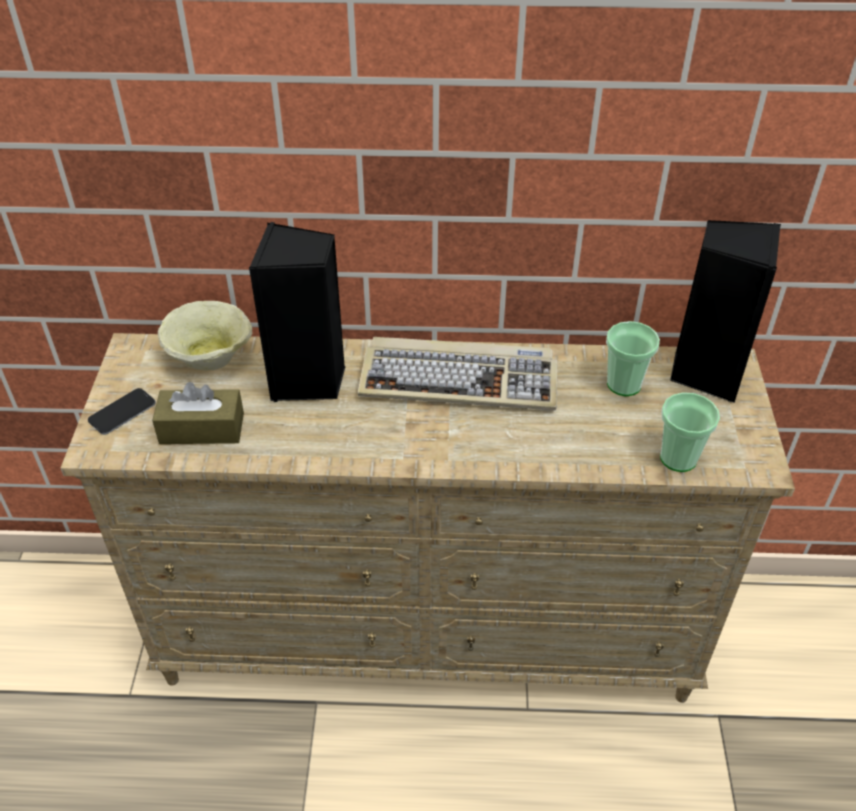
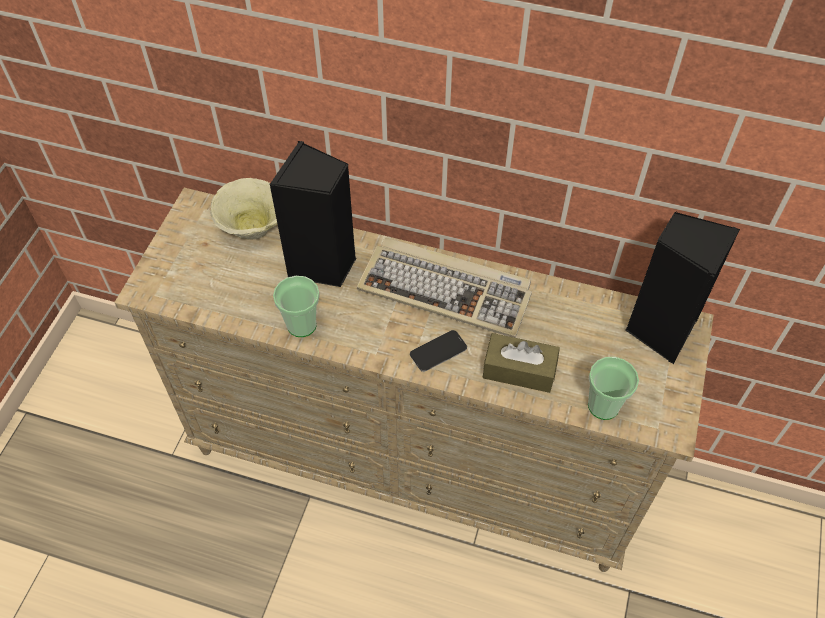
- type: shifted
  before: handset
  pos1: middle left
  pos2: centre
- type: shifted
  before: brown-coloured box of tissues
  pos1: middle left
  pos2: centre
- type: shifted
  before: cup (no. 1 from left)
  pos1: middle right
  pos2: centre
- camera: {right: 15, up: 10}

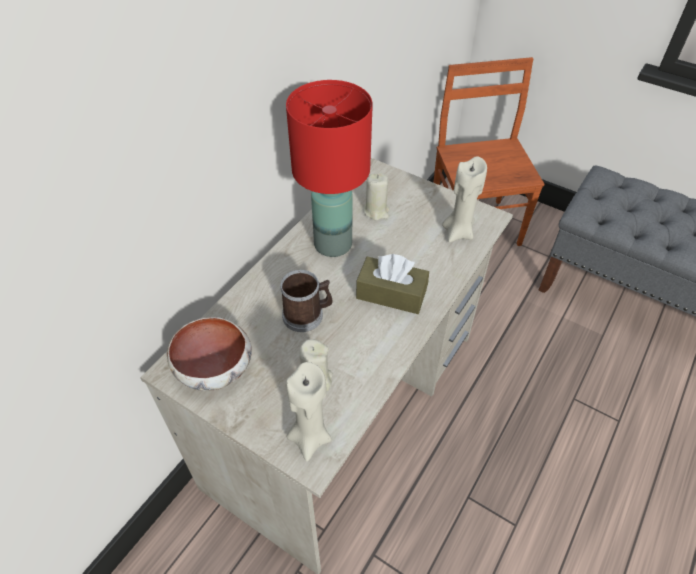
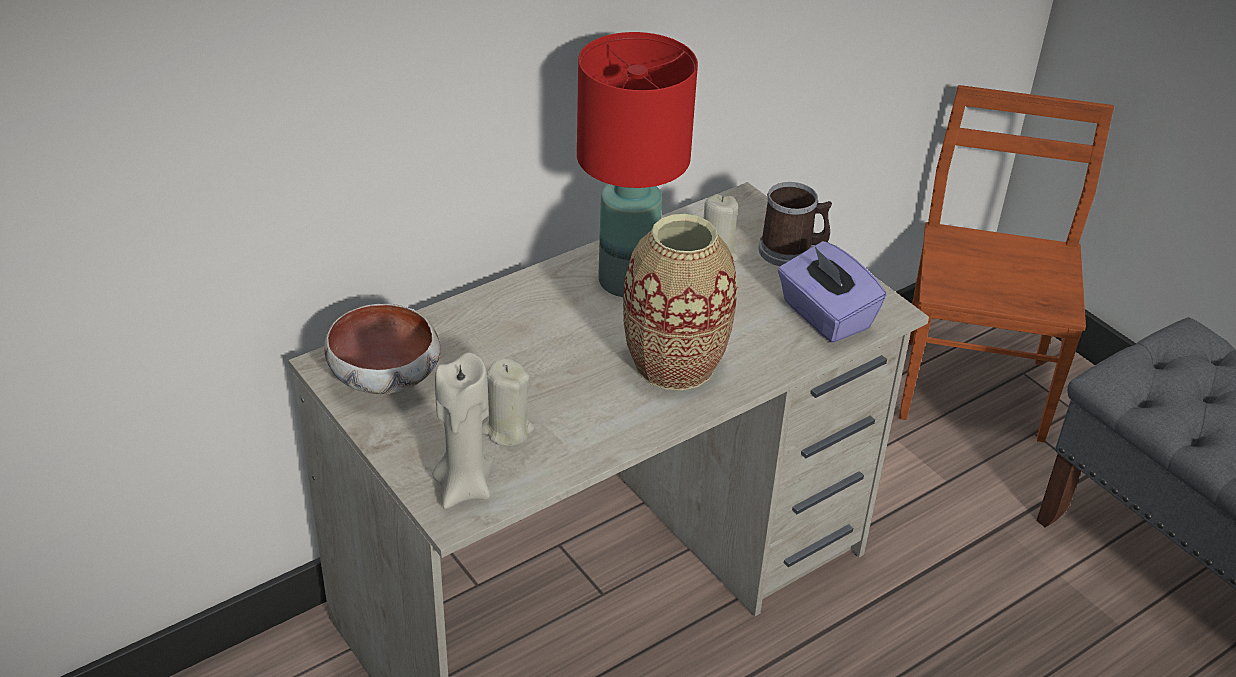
- type: shifted
  before: coffee mug
  pos1: centre
  pos2: top centre
- type: swapped
  before: brown-coloured box of tissues
  after: vase
  pos1: centre
  pos2: centre
- type: swapped
  before: beige-coloured candle (no. 4 from left)
  after: purple box of tissues
  pos1: middle right
  pos2: middle right
- camera: {right: 20, up: -10}

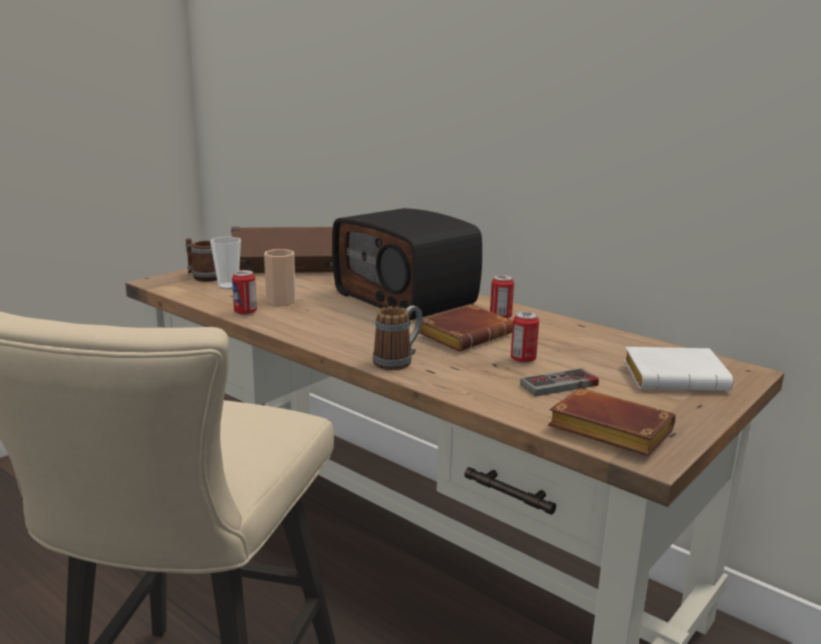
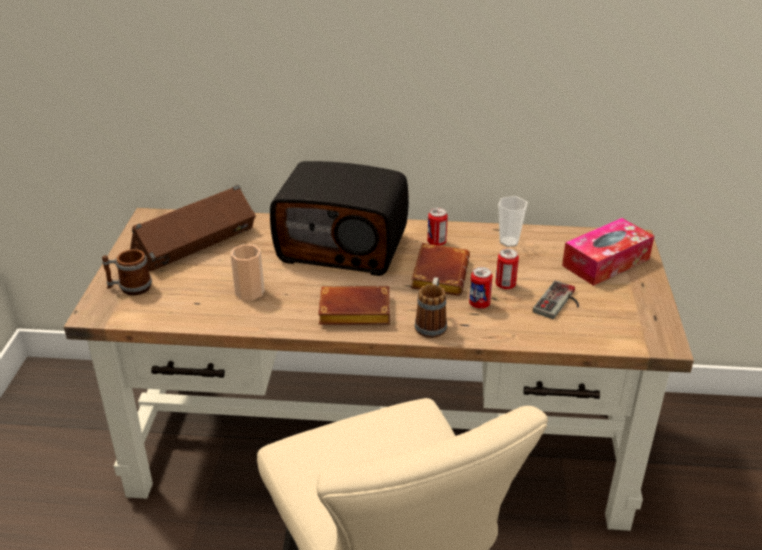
- type: shifted
  before: cup (no. 1 from left in the first image)
  after: cup (no. 2 from left)
  pos1: middle left
  pos2: middle right
- type: shifted
  before: can (no. 1 from left in the first image)
  after: can (no. 2 from left)
  pos1: middle left
  pos2: centre
- type: shifted
  before: brown-coloured volume (no. 2 from left in the first image)
  after: brown-coloured volume (no. 1 from left)
  pos1: middle right
  pos2: centre
- type: swapped
  before: whitish volume
  after: box of tissues
  pos1: middle right
  pos2: middle right
- camera: {right: -35, up: 15}

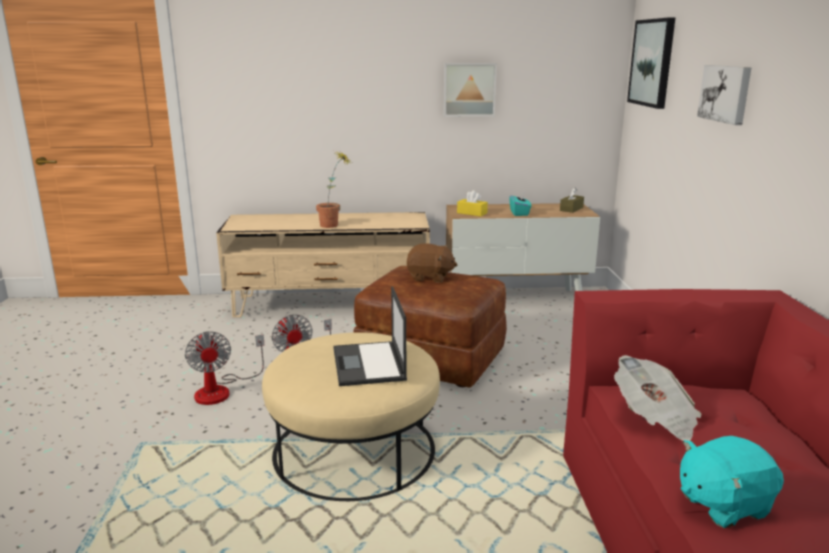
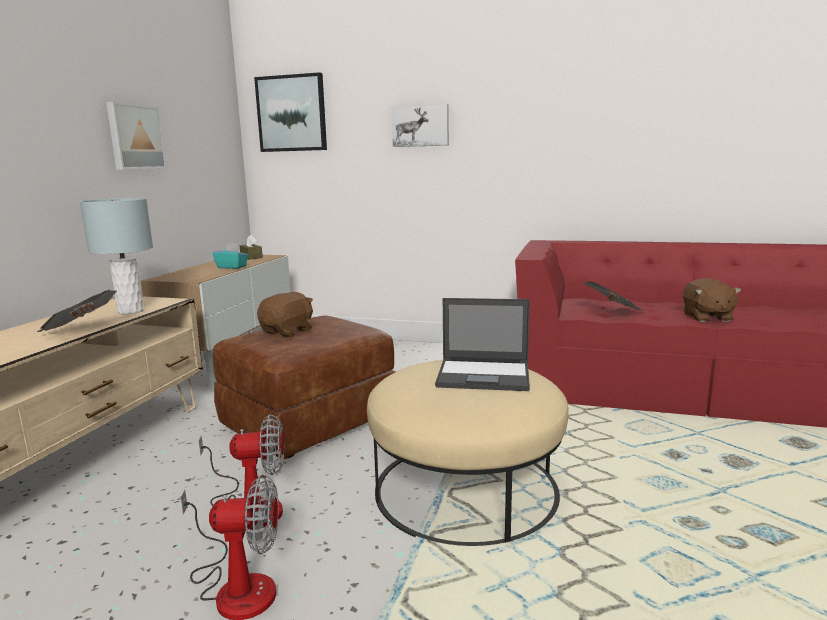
- type: gone
  before: yellow box of tissues
  pos1: centre
- type: new
  after: greyish table lamp
  pos2: middle left
- type: swapped
  before: plant in a pot
  after: daily paper (no. 1 from left)
  pos1: centre
  pos2: middle left
- type: repainted
  before: blue-green plush toy
  after: brown-coloured plush toy (no. 2 from left)
  pos1: bottom right
  pos2: middle right
- camera: {right: -70, up: -5}

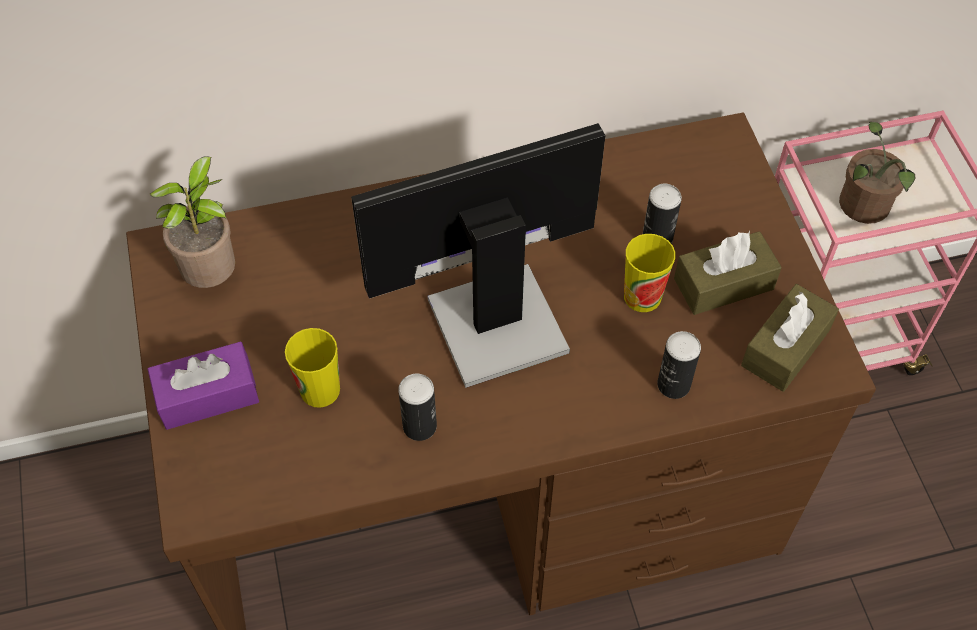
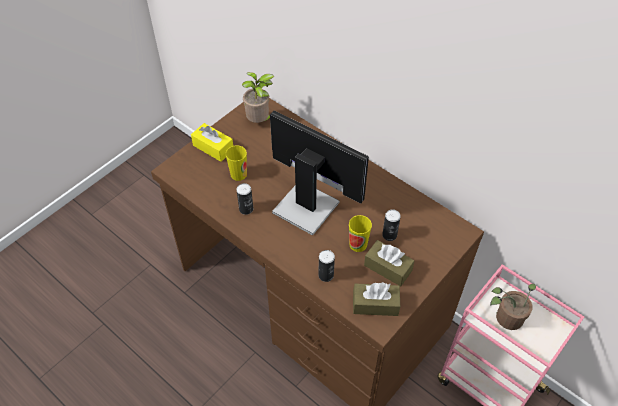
- type: repainted
  before: purple box of tissues
  after: yellow box of tissues
  pos1: middle left
  pos2: centre
- camera: {right: 55, up: -5}

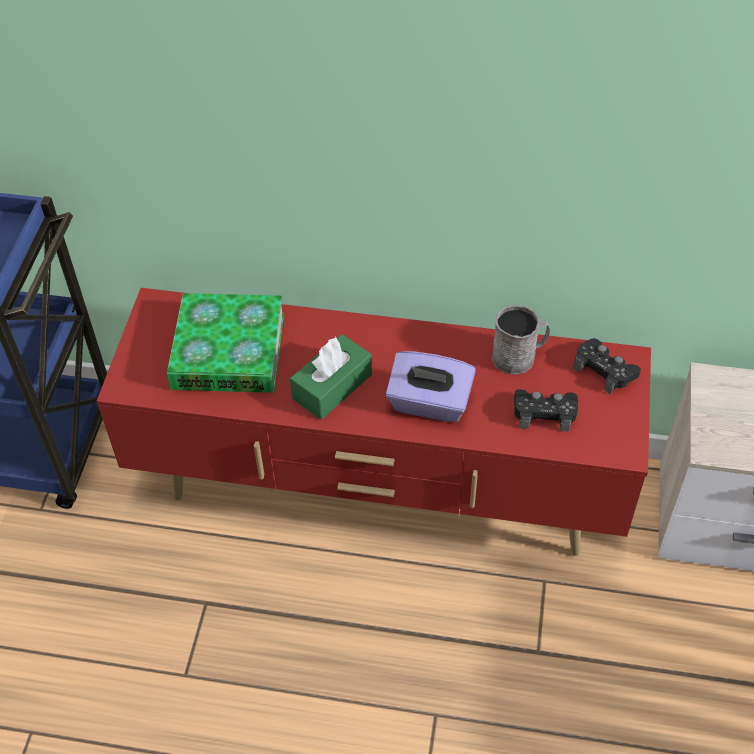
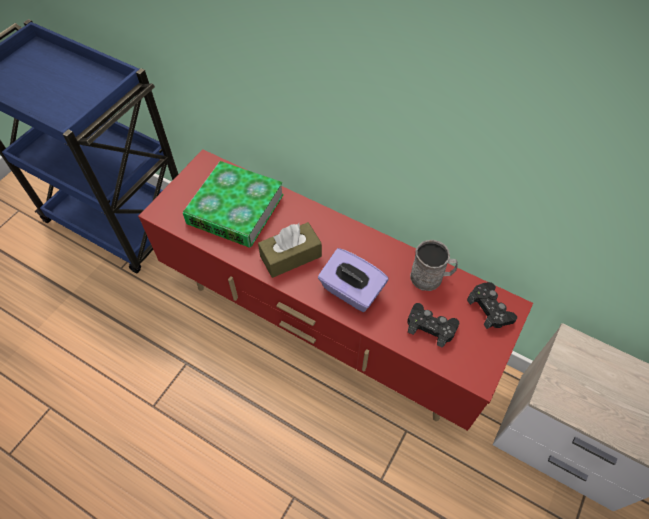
- type: repainted
  before: green-coloured box of tissues
  after: brown-coloured box of tissues
  pos1: centre
  pos2: centre
- camera: {right: 20, up: 5}

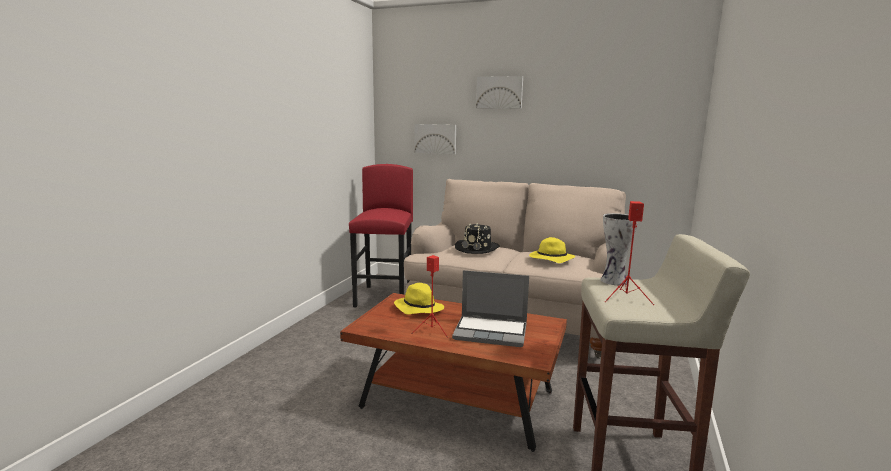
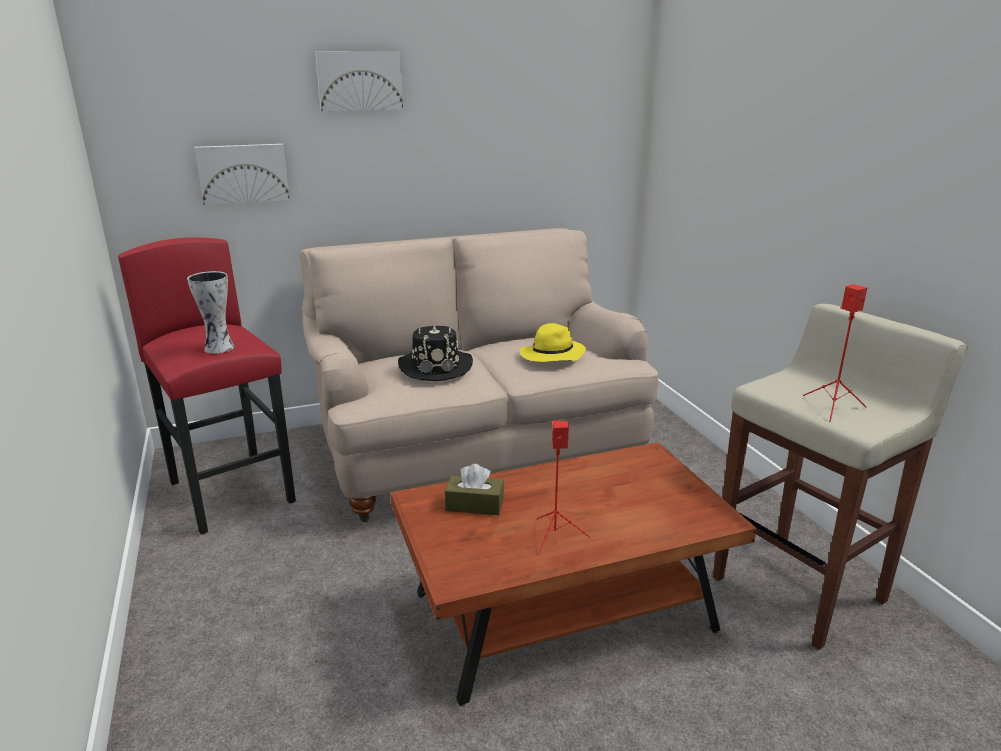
- type: gone
  before: notebook computer
  pos1: centre
- type: shifted
  before: vase
  pos1: middle right
  pos2: middle left
- type: swapped
  before: yellow clothing hat (no. 1 from left)
  after: brown-coloured box of tissues
  pos1: centre
  pos2: centre
- camera: {right: -40, up: 10}

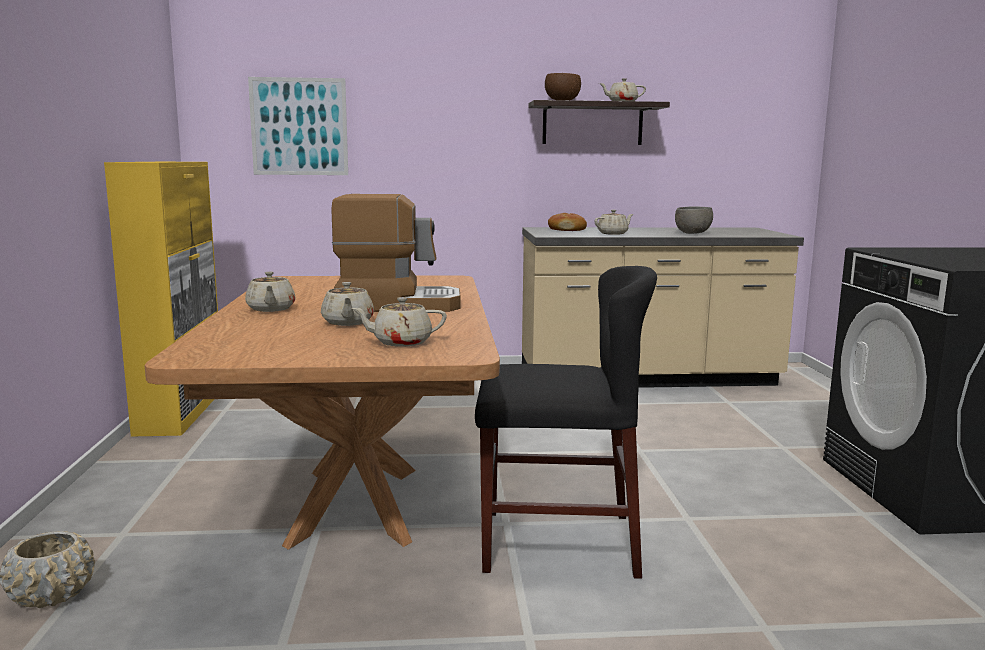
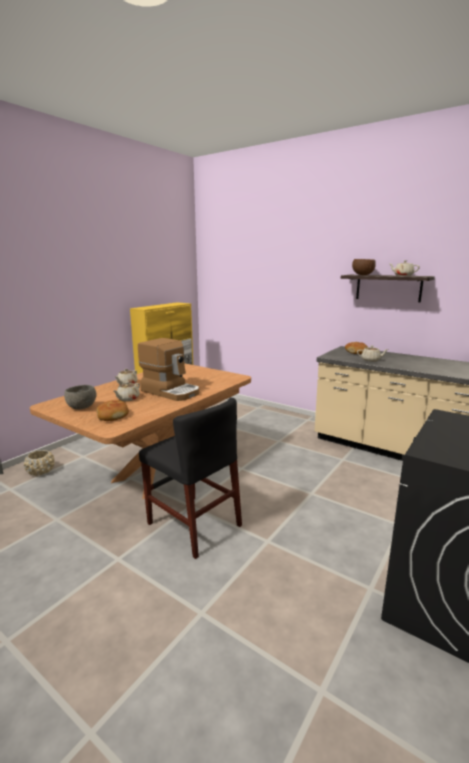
- type: gone
  before: wall picture
  pos1: top left
- type: shifted
  before: greyish deep dish
  pos1: middle right
  pos2: middle left
- type: swapped
  before: beige-coloured pot for tea (no. 3 from left)
  after: bakery bread (no. 1 from left)
  pos1: centre
  pos2: middle left
- camera: {right: 40, up: 5}

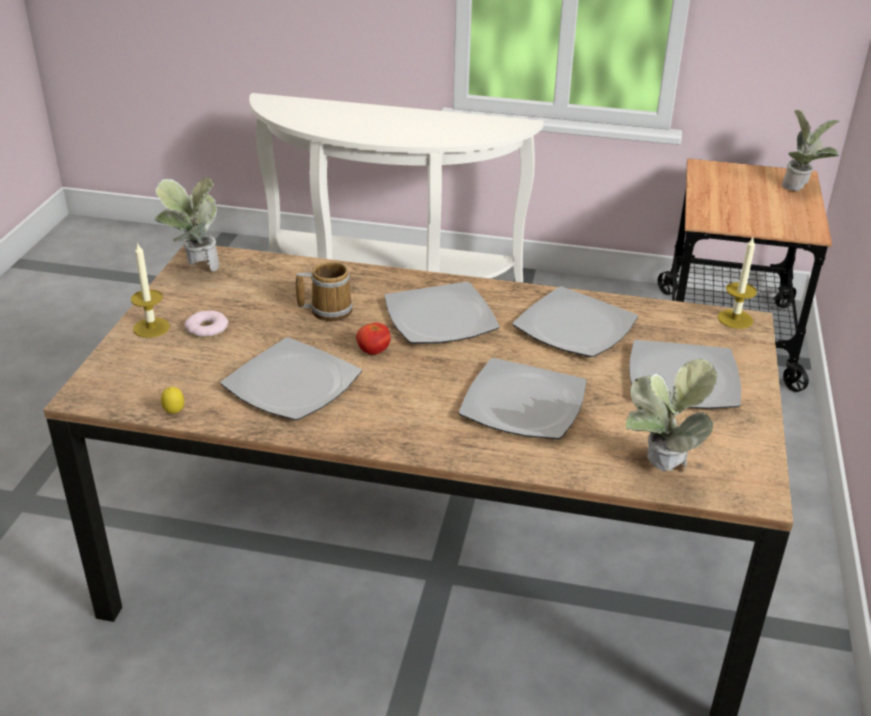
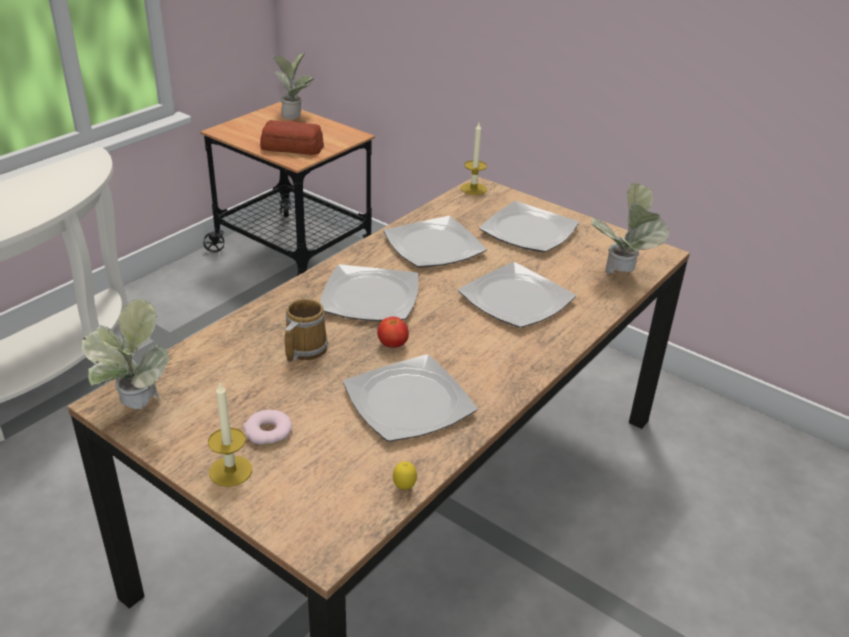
- type: new
  after: bakery bread
  pos2: top centre
- camera: {right: -65, up: 0}

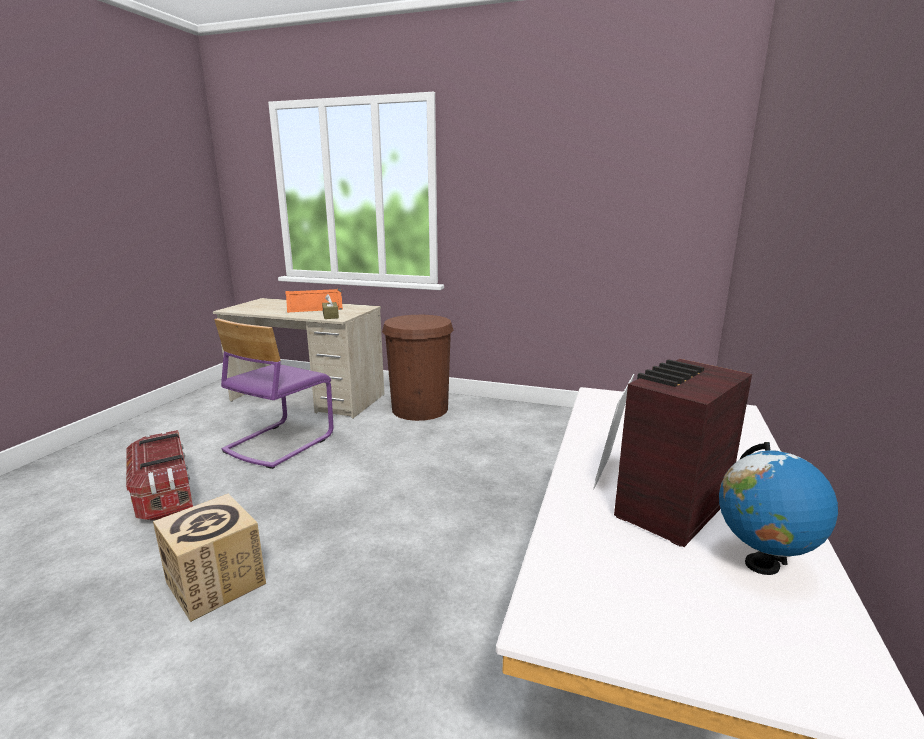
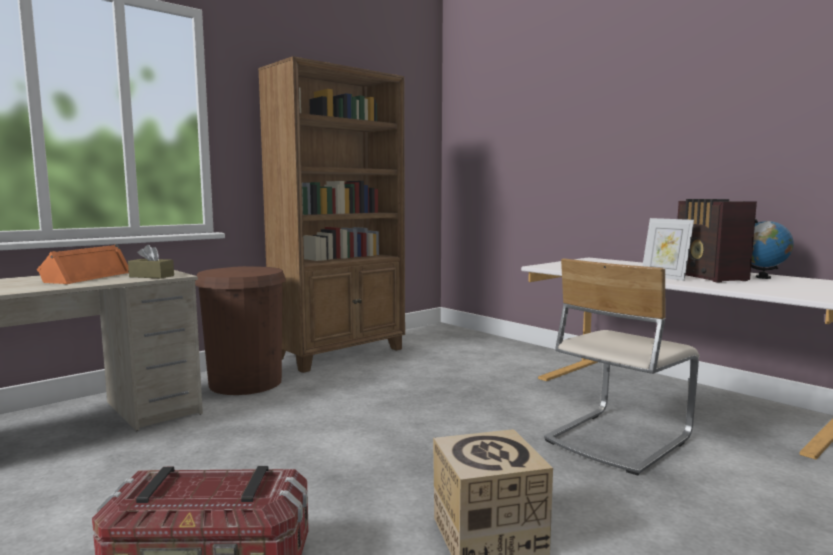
- type: gone
  before: purple chair
  pos1: middle left
- type: new
  after: brown-coloured shelving unit
  pos2: centre
- type: new
  after: beige-coloured chair
  pos2: middle right
- camera: {right: -60, up: -10}

